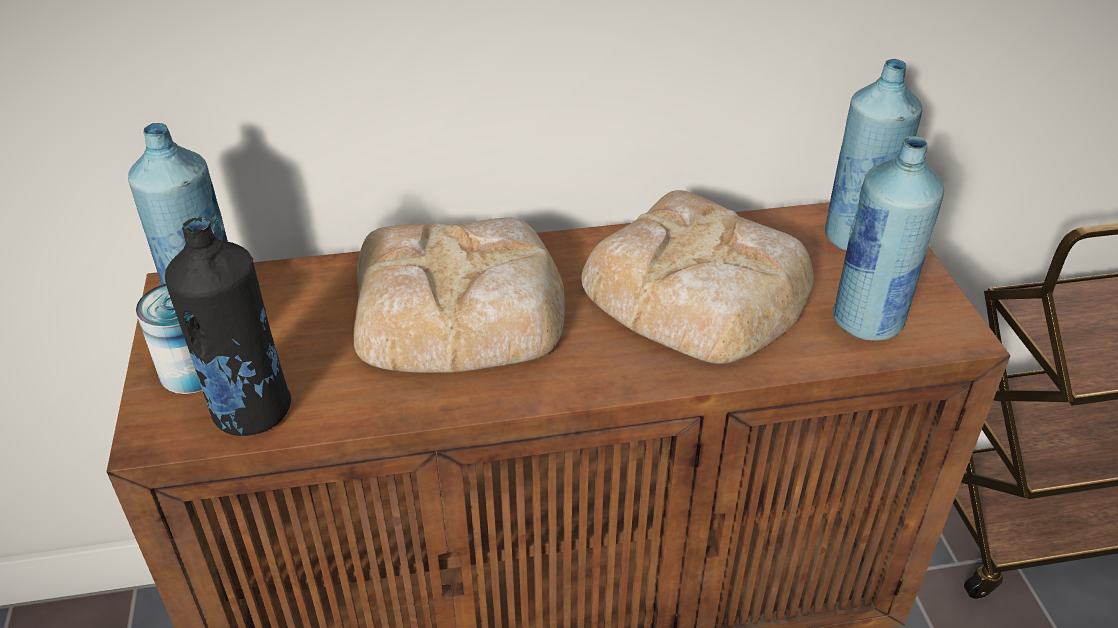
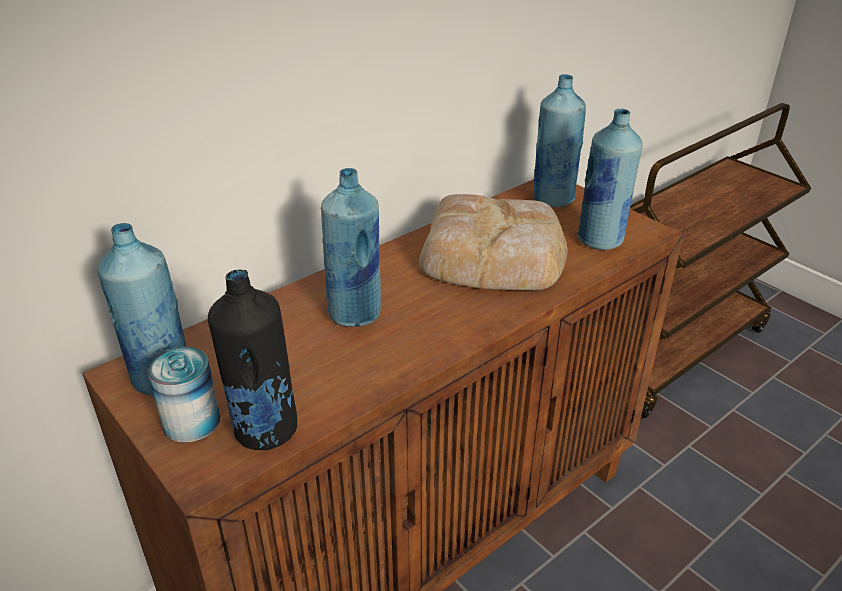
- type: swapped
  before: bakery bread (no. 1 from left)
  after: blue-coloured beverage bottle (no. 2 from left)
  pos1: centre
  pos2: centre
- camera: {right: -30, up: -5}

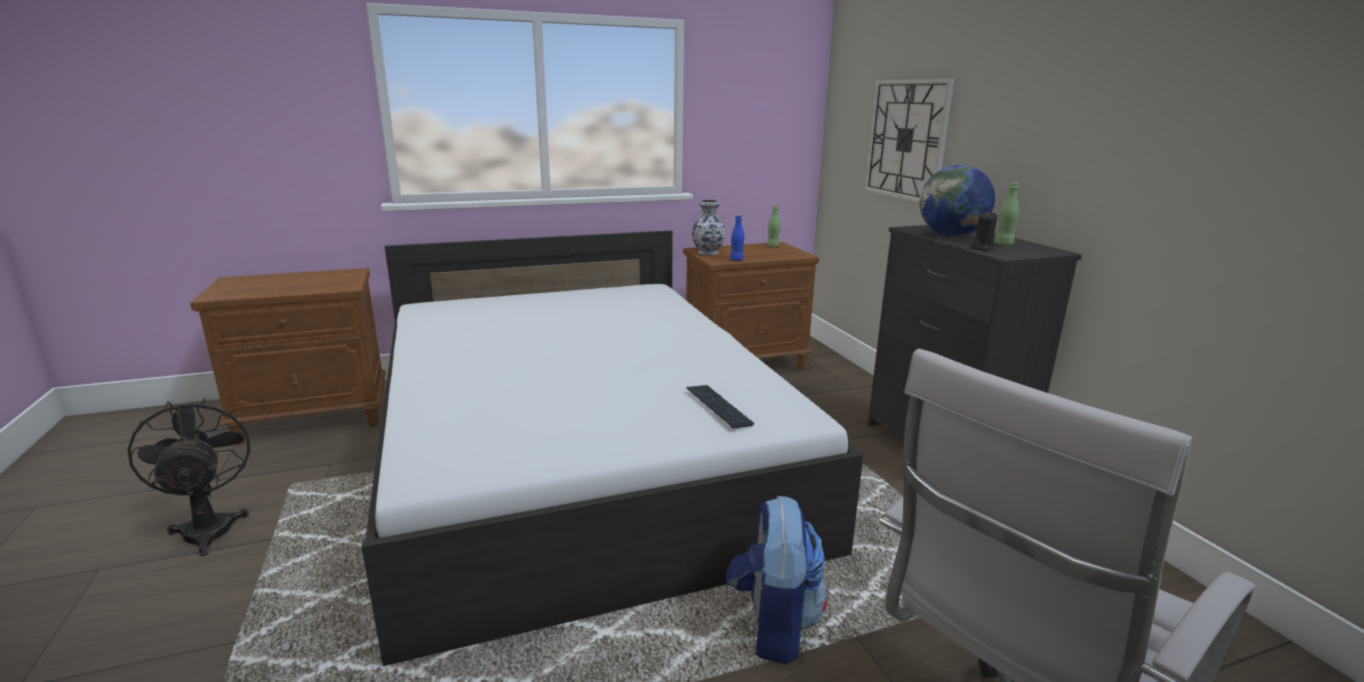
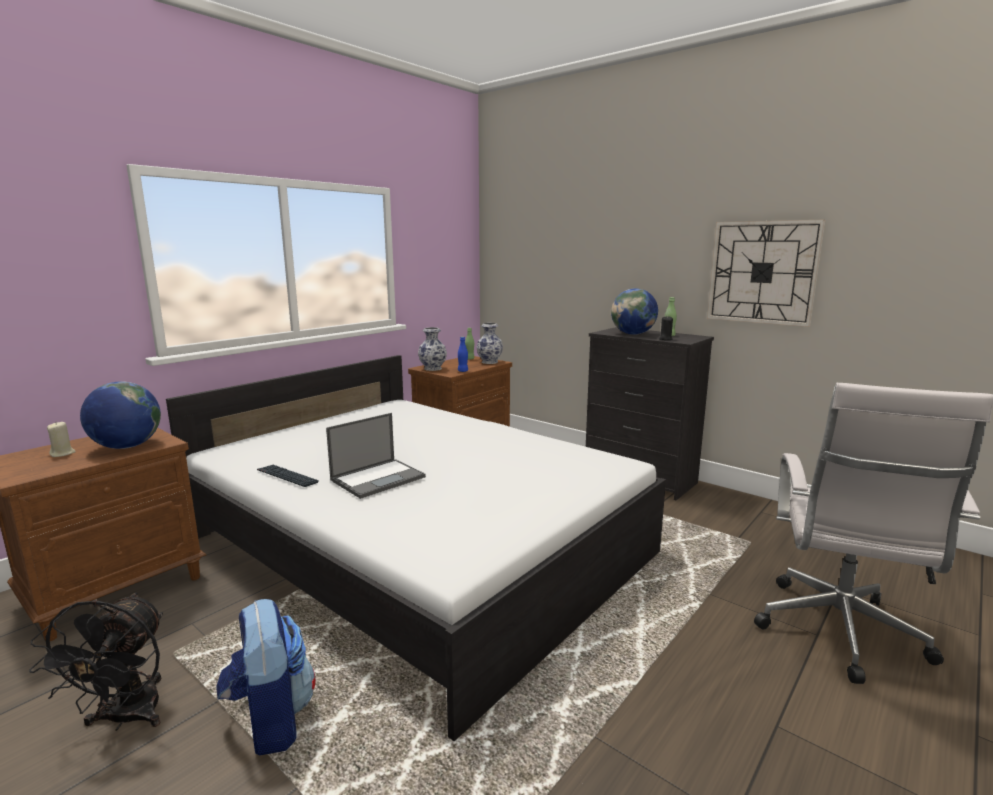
- type: new
  after: beige-coloured candle
  pos2: middle left
- type: new
  after: world globe (no. 1 from left)
  pos2: middle left
- type: new
  after: notebook computer
  pos2: centre
- type: new
  after: vase (no. 2 from left)
  pos2: centre
- type: shifted
  before: PC keyboard
  pos1: centre
  pos2: middle left
- type: shifted
  before: knapsack
  pos1: bottom centre
  pos2: bottom left
- type: shifted
  before: hanging clock
  pos1: top centre
  pos2: middle right
- type: rotated
  before: black-coloured electric fan
  pos1: bottom left
  pos2: bottom left
  turn: -120
- camera: {right: -30, up: -5}

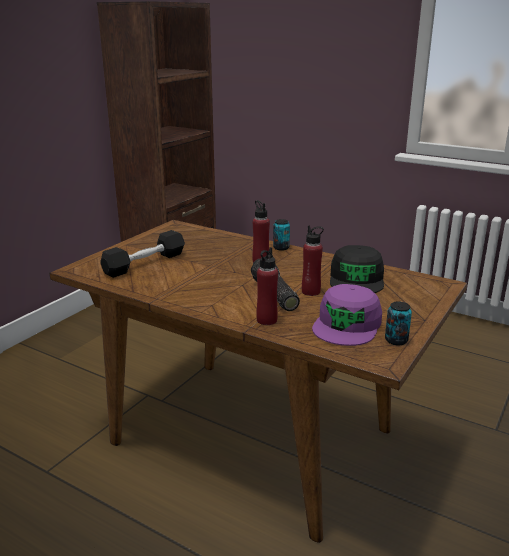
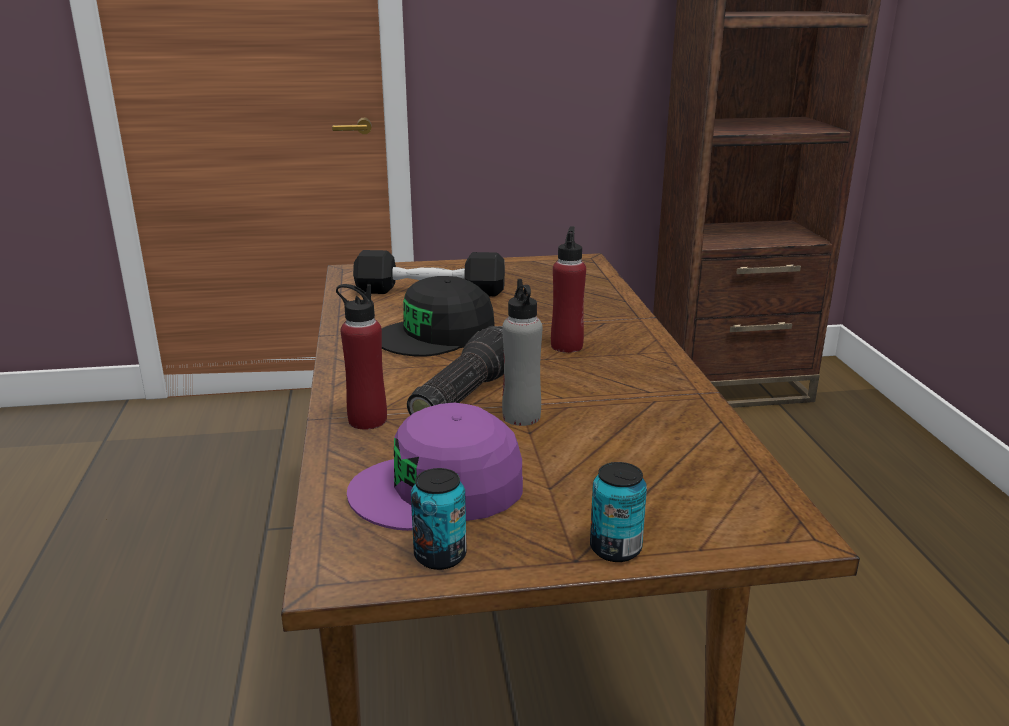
- type: shifted
  before: can (no. 1 from left in the first image)
  after: can (no. 2 from left)
  pos1: centre
  pos2: bottom centre
- type: shifted
  before: black-coloured cap
  pos1: middle right
  pos2: centre
- type: repainted
  before: reddish beverage bottle (no. 3 from left)
  after: greyish beverage bottle
  pos1: centre
  pos2: centre
- camera: {right: 50, up: 0}

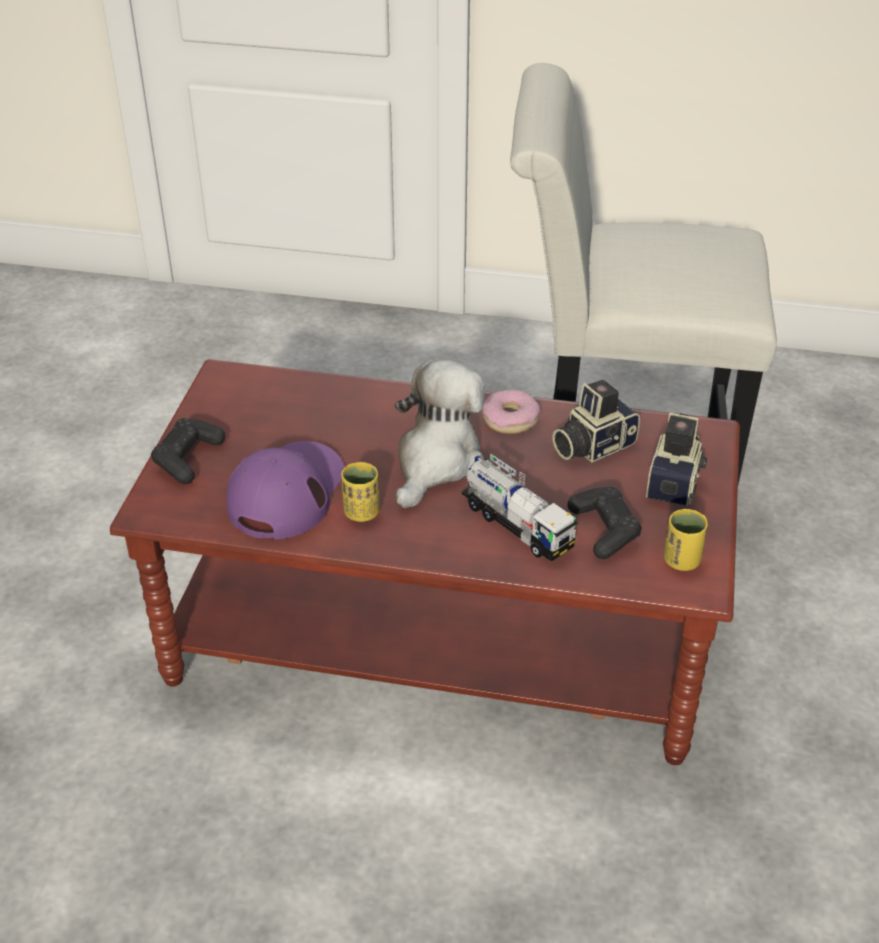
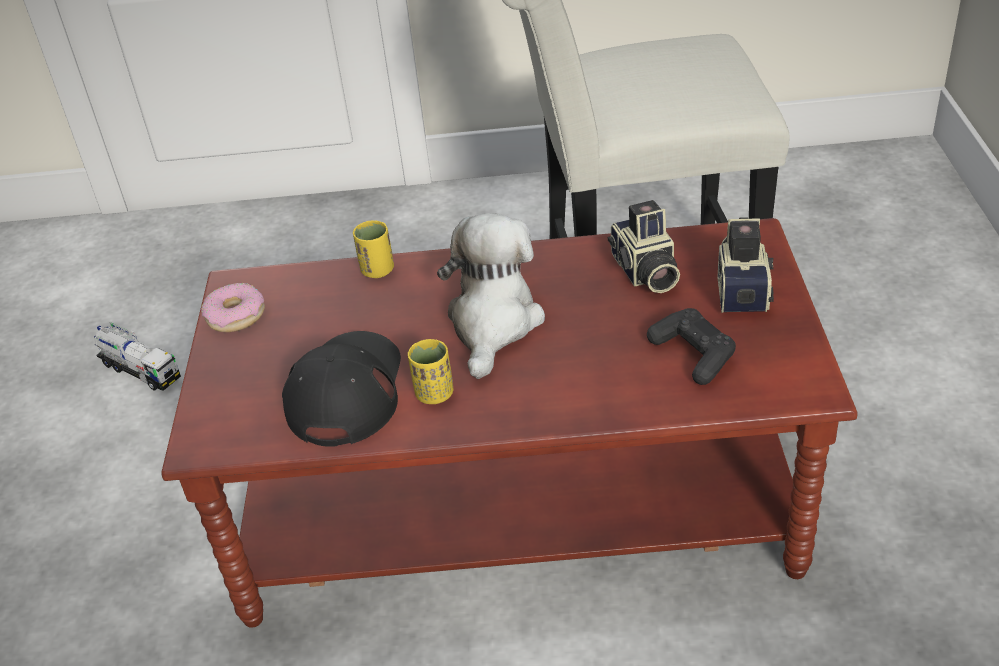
- type: gone
  before: black-coloured joypad (no. 1 from left)
  pos1: middle left
- type: shifted
  before: model truck
  pos1: centre
  pos2: middle left
- type: shifted
  before: ring doughnut
  pos1: centre
  pos2: middle left
- type: shifted
  before: yellow cup (no. 2 from left in the first image)
  after: yellow cup (no. 1 from left)
  pos1: middle right
  pos2: centre
- type: repainted
  before: purple cap
  after: black-coloured cap
  pos1: middle left
  pos2: centre
- type: rotated
  before: photo camera (no. 1 from left)
  pos1: middle right
  pos2: centre
  turn: -60
- camera: {right: -10, up: 0}

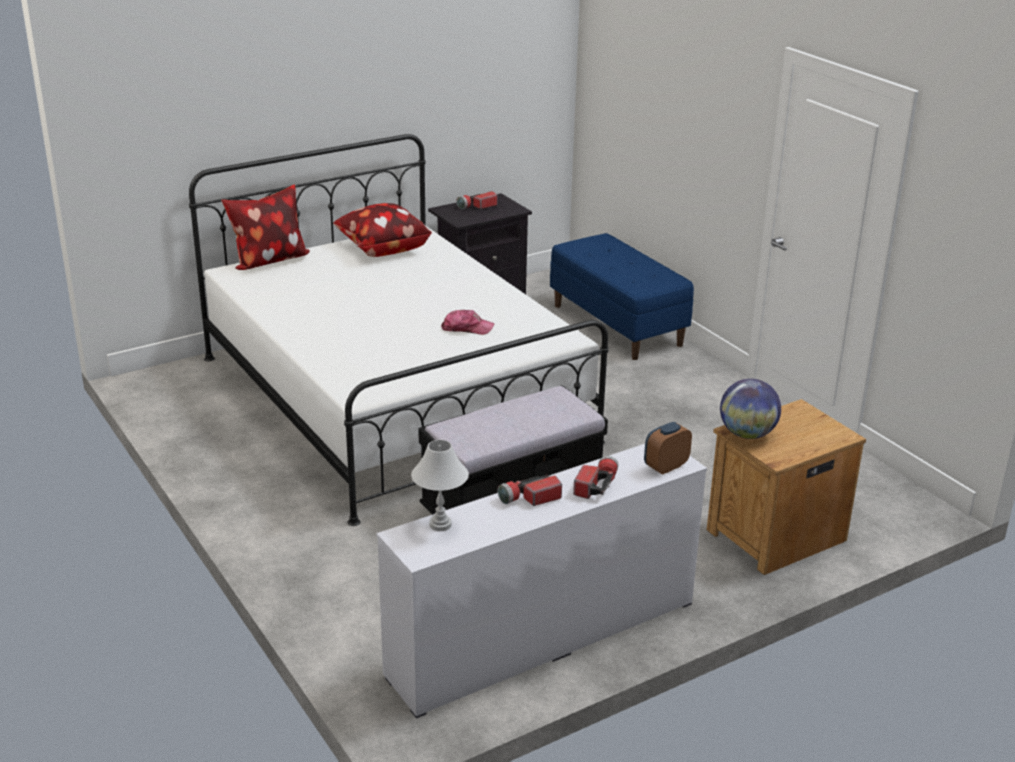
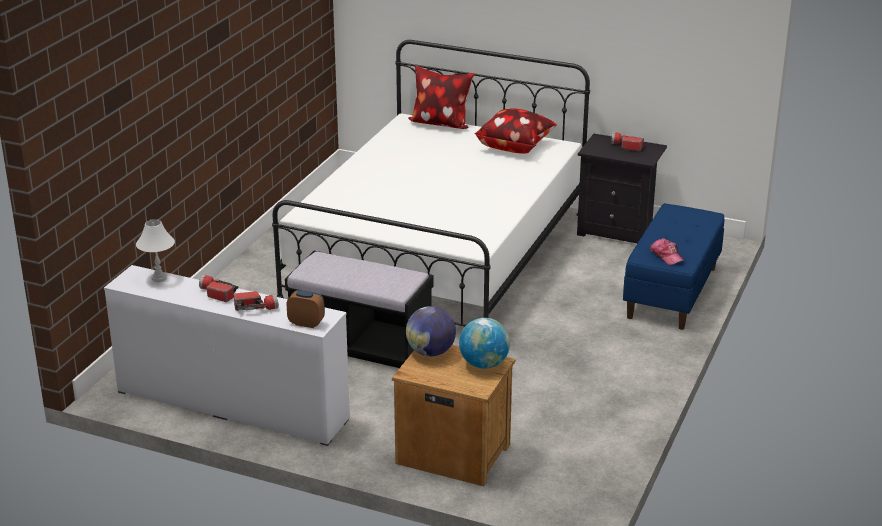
- type: new
  after: world globe (no. 2 from left)
  pos2: centre
- type: shifted
  before: cap
  pos1: centre
  pos2: middle right
- camera: {right: 55, up: 0}

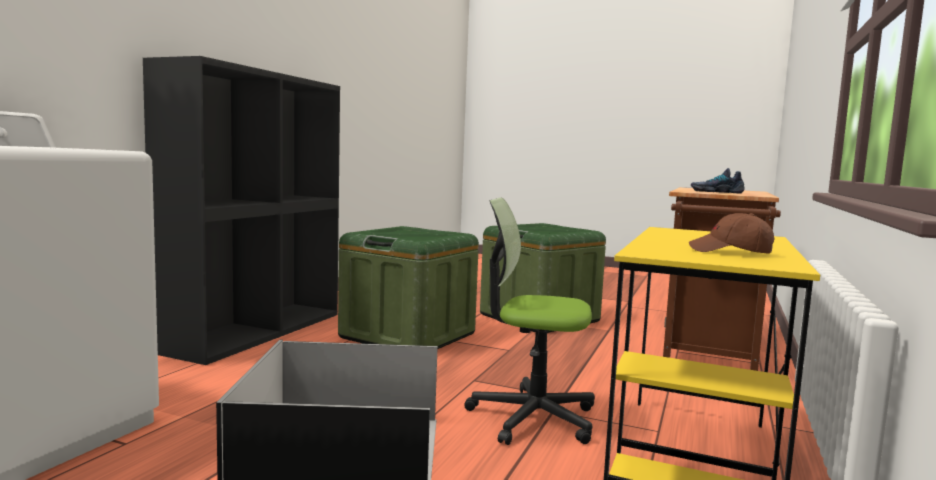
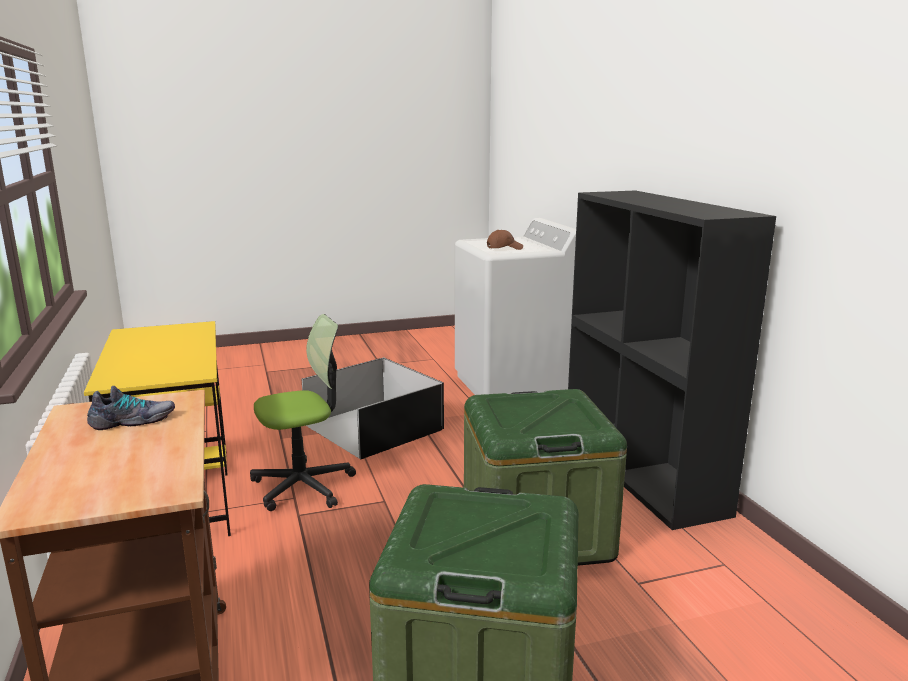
- type: shifted
  before: brown-coloured cap
  pos1: middle right
  pos2: centre
- camera: {right: 140, up: 10}

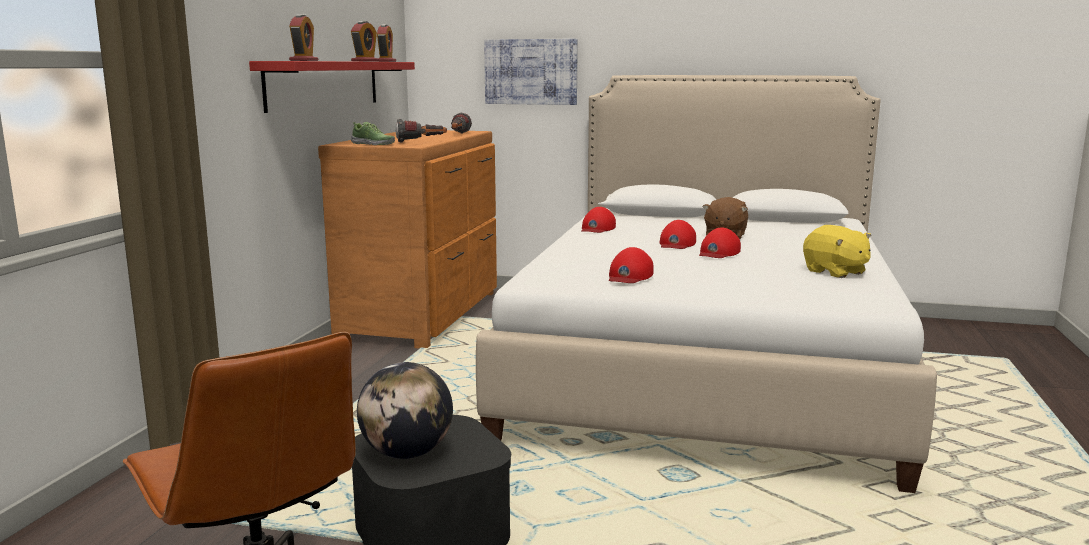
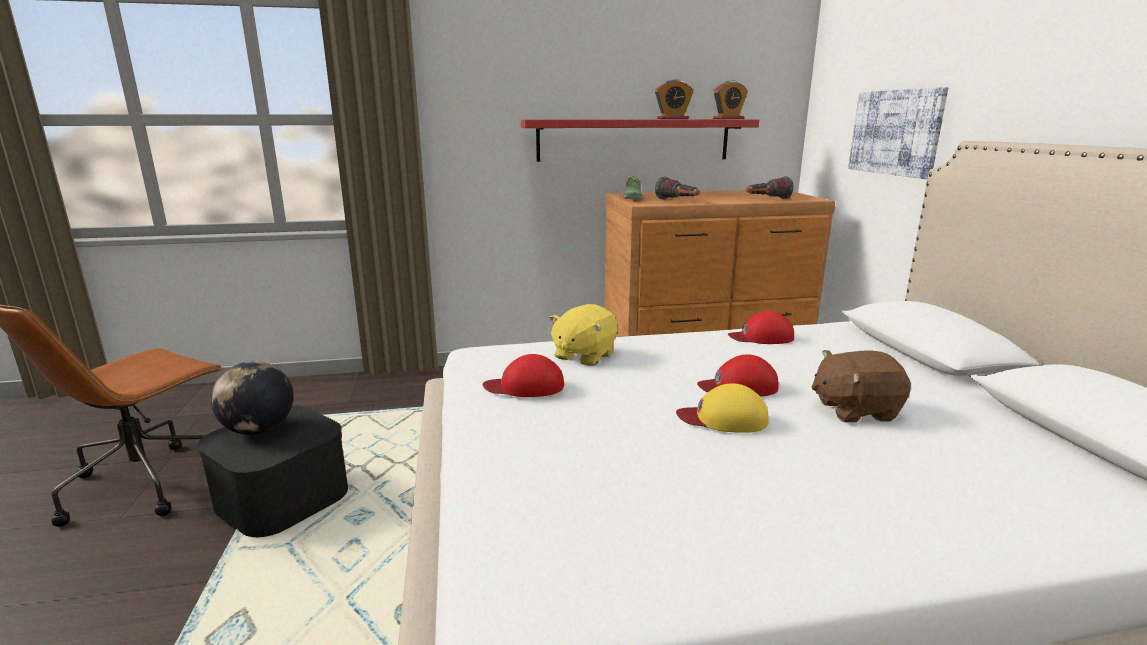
- type: gone
  before: table clock (no. 1 from left)
  pos1: top left
- type: shifted
  before: yellow plush toy
  pos1: middle right
  pos2: centre
- type: repainted
  before: reddish cap (no. 4 from left)
  after: yellow cap
  pos1: centre
  pos2: centre
- camera: {right: 65, up: 5}

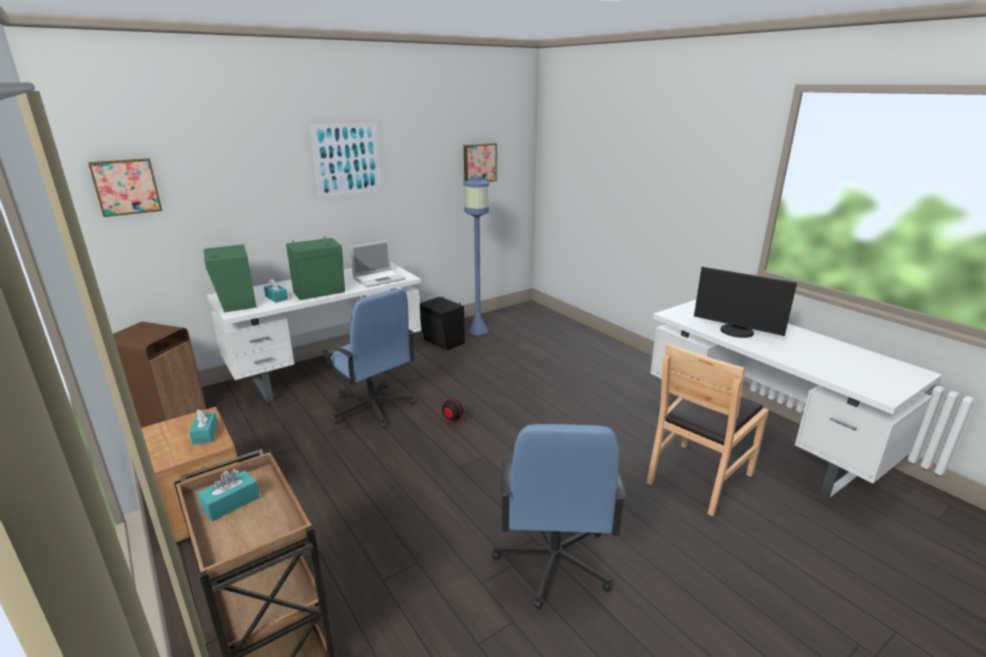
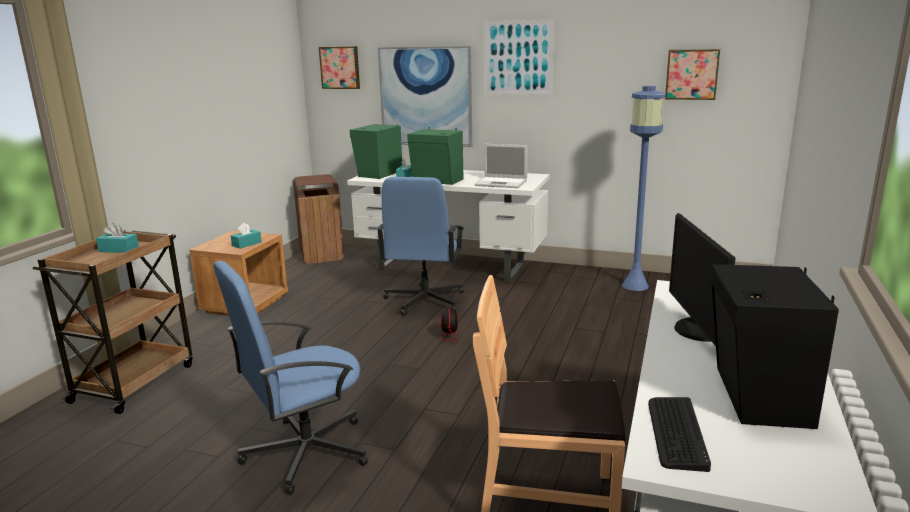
- type: new
  after: wall picture (no. 2 from left)
  pos2: top centre
- type: new
  after: PC keyboard
  pos2: bottom right
- type: shifted
  before: black-coloured loudspeaker
  pos1: centre
  pos2: bottom right
- camera: {right: 55, up: -5}

